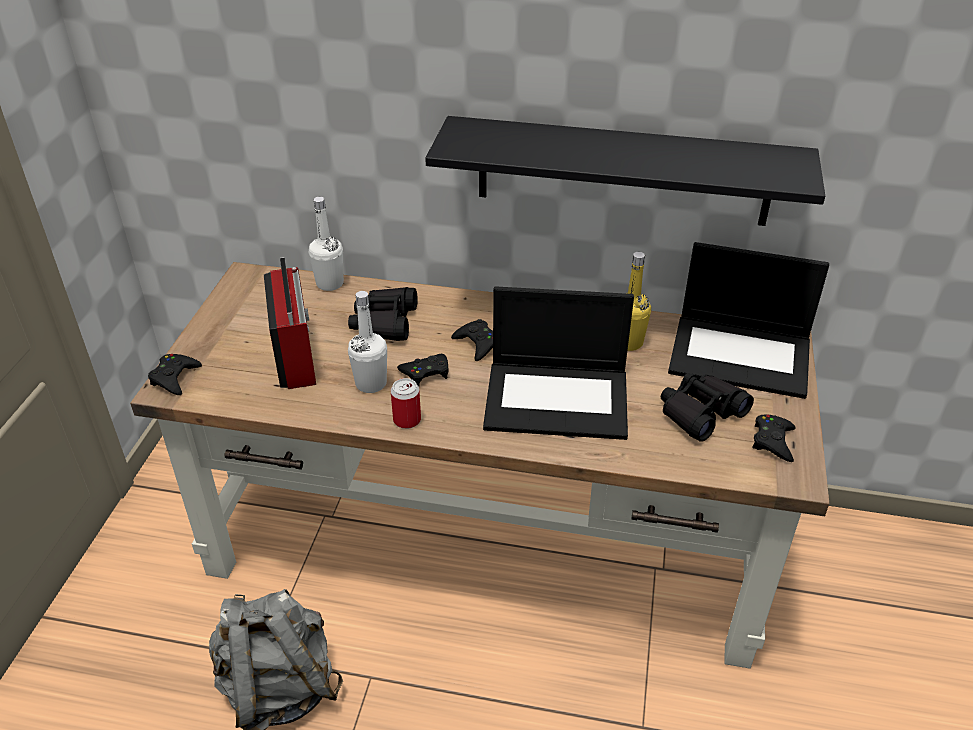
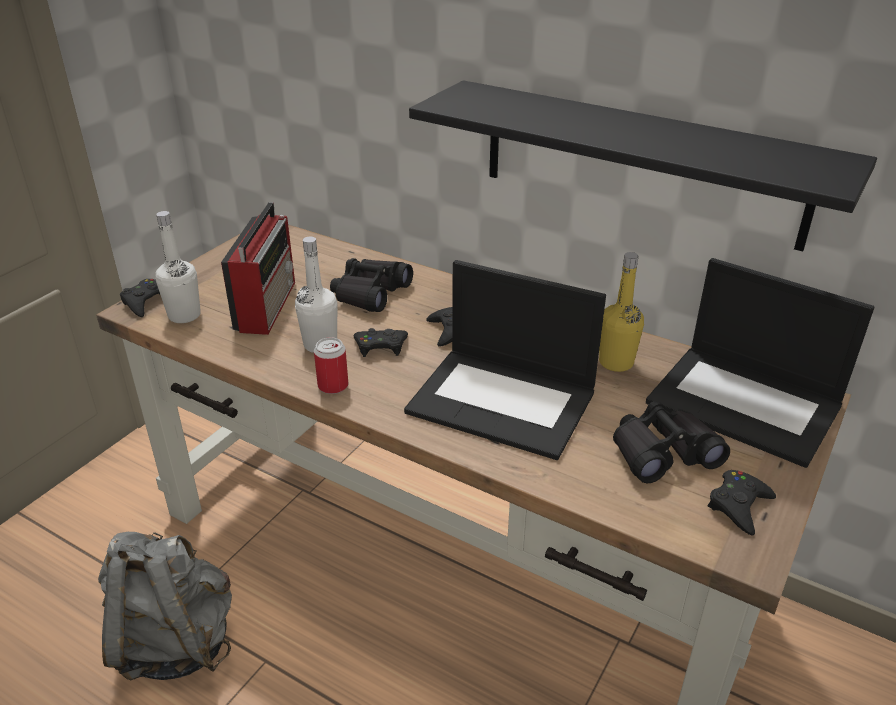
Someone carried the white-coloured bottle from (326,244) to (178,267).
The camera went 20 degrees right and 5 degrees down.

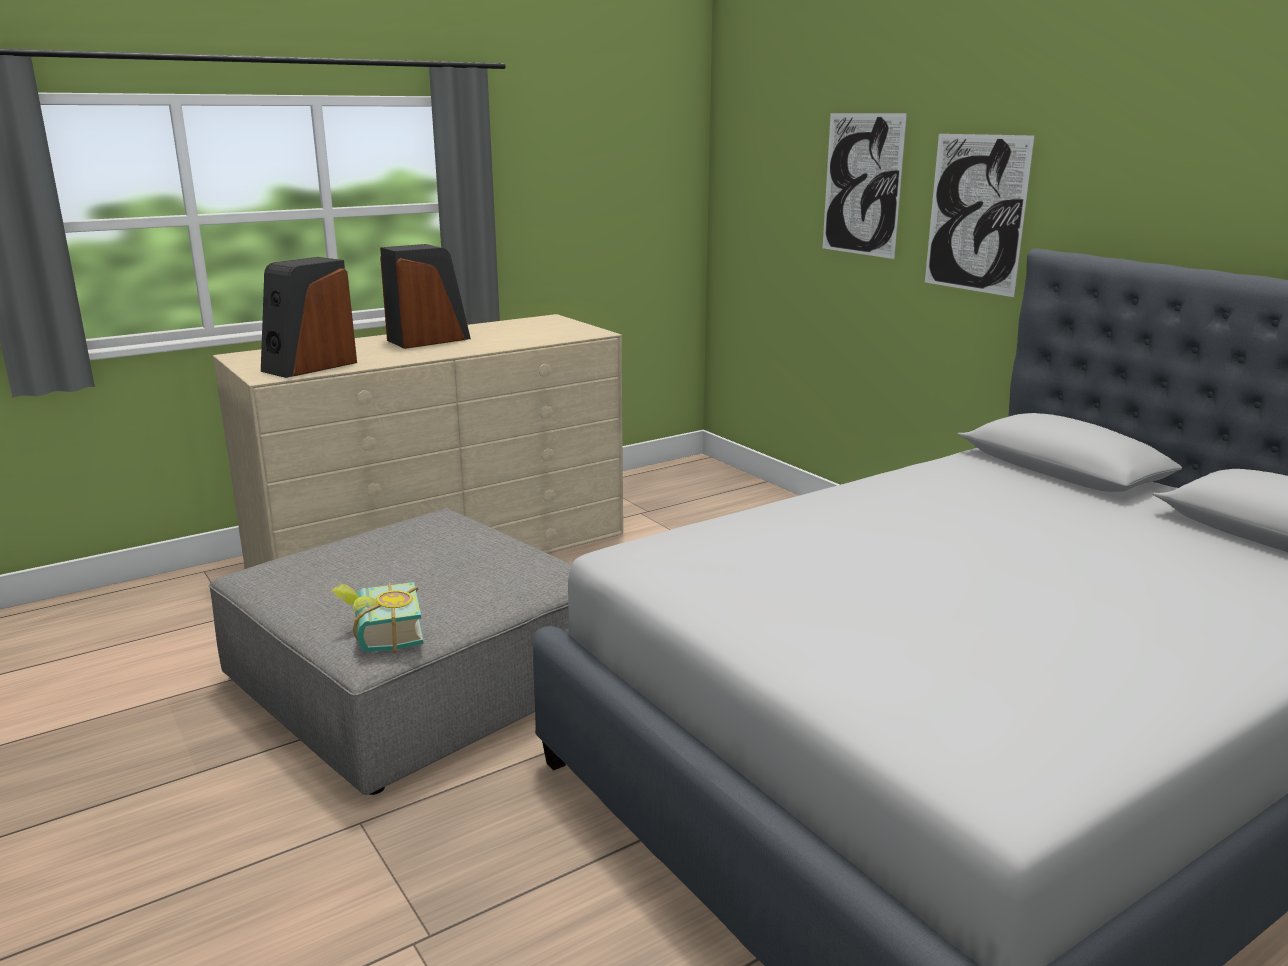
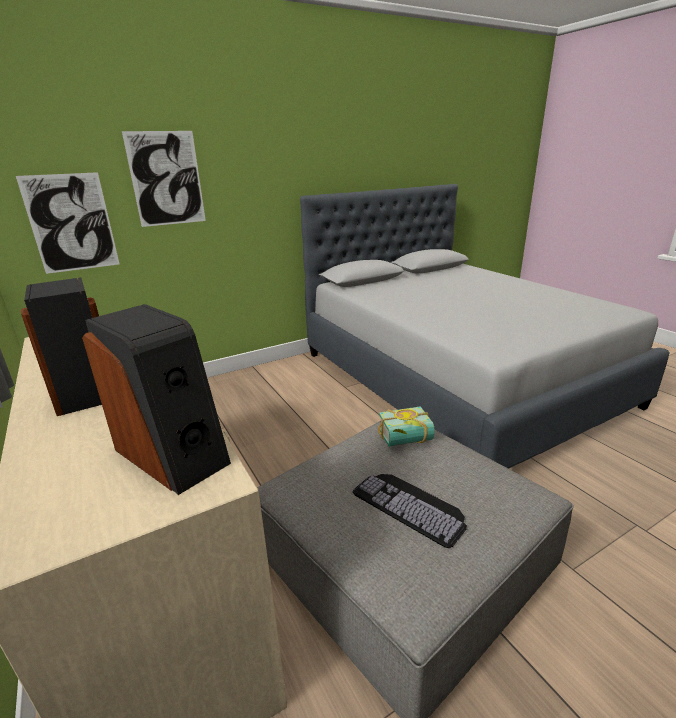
Someone carried the book from (377,617) to (406,426).
Someone carried the picture from (980,215) to (67,223).
Someone put down the PC keyboard at (409,511).
The camera went 85 degrees left and 5 degrees up.

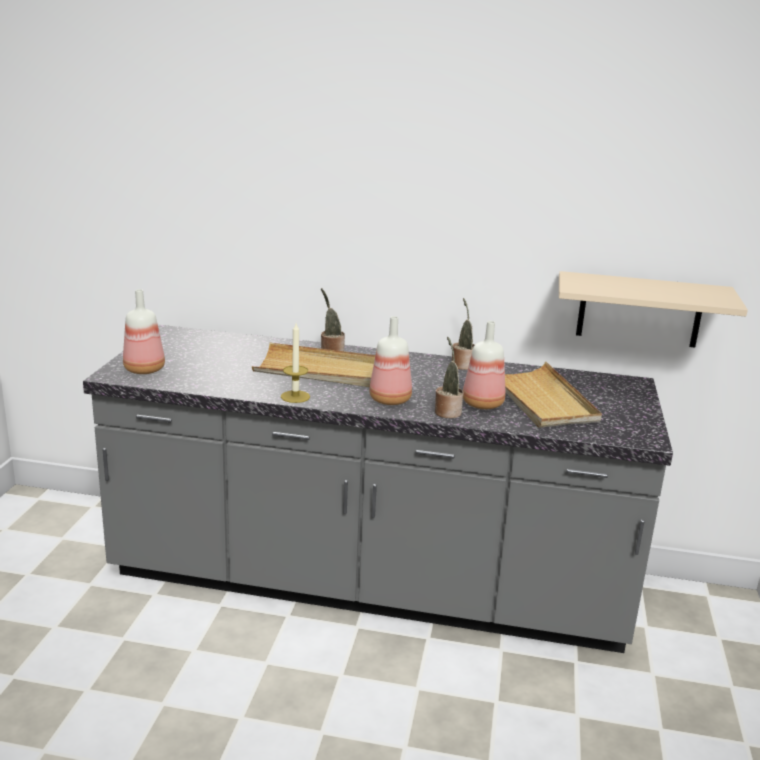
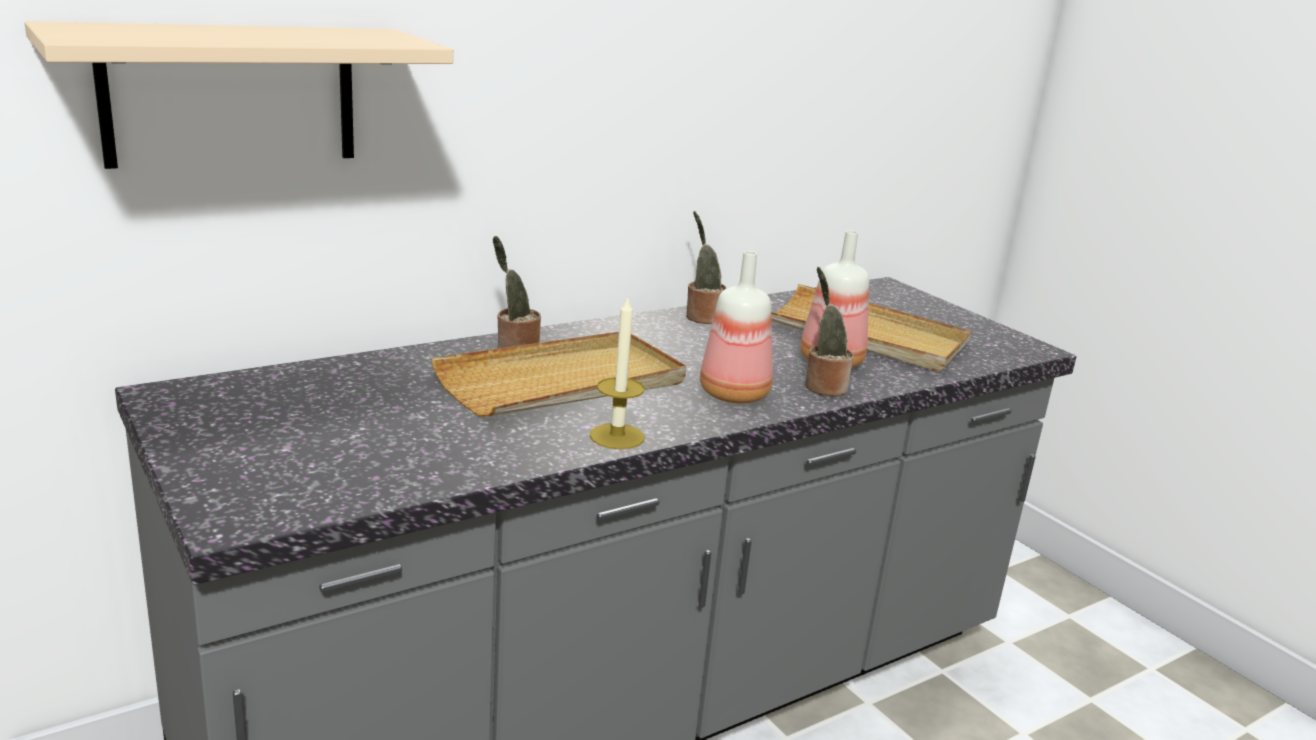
Someone took away the bottle at (144,331).
Someone carried the beige shelf from (653,309) to (239,95).
The camera went 45 degrees left and 0 degrees up.

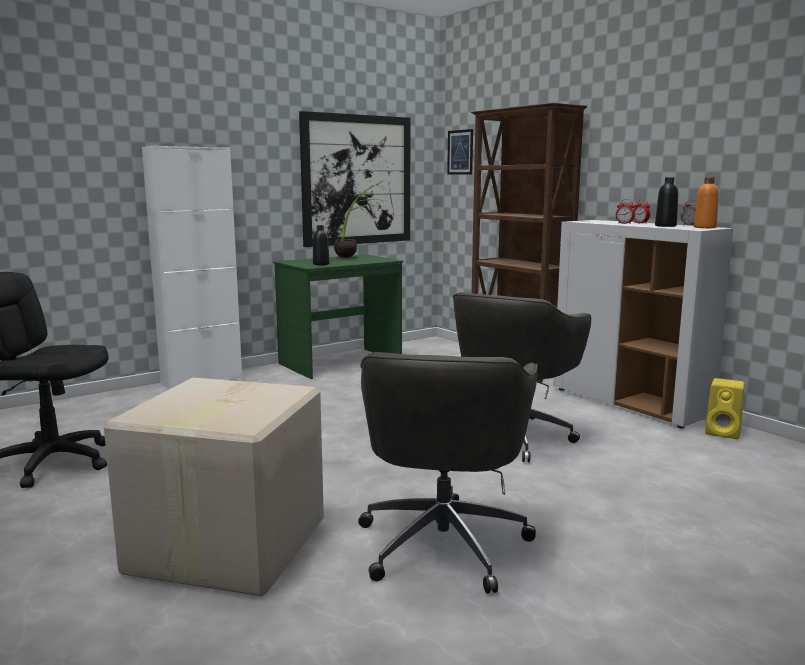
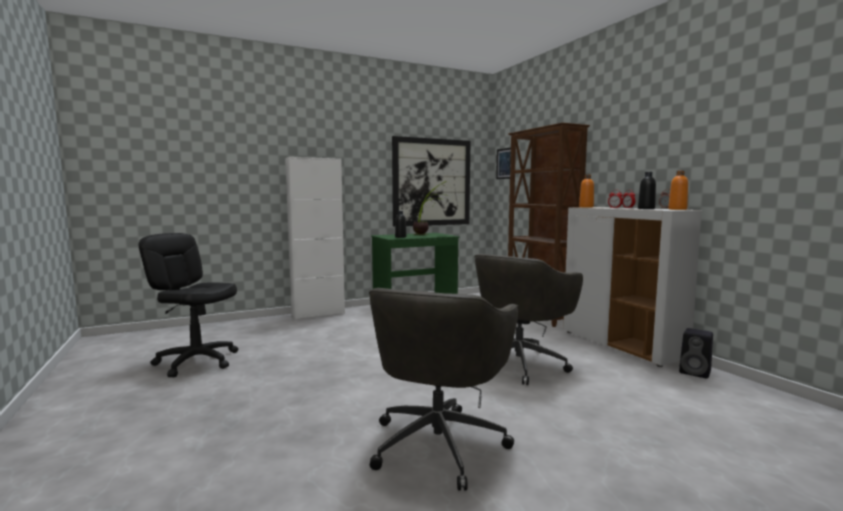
Someone took away the cardboard box at (214,486).
Someone repainted the yellowish loudspeaker at (725,408), which became the blackish loudspeaker at (696,353).
Someone put down the orangey bottle at (586,191).
The camera went 10 degrees right and 5 degrees down.

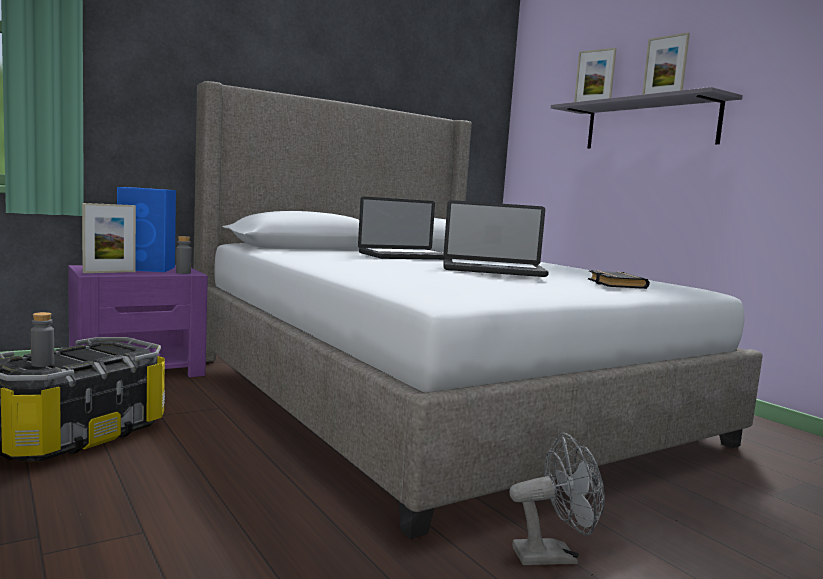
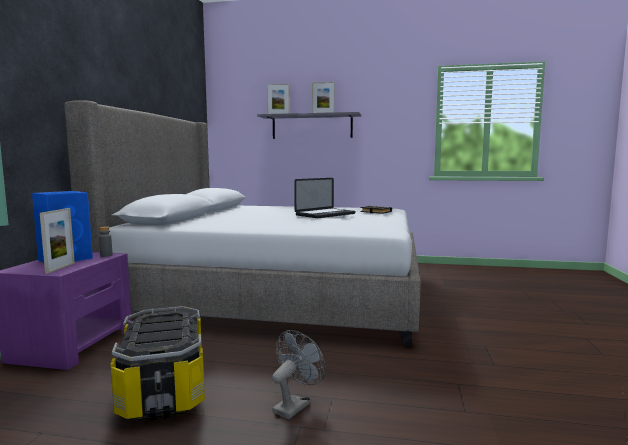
Someone took away the greyish bottle at (42,339).
Someone took away the laptop at (402,228).
Someone carried the greyish electric fan from (557,498) to (298,374).
The camera went 45 degrees left and 0 degrees up.

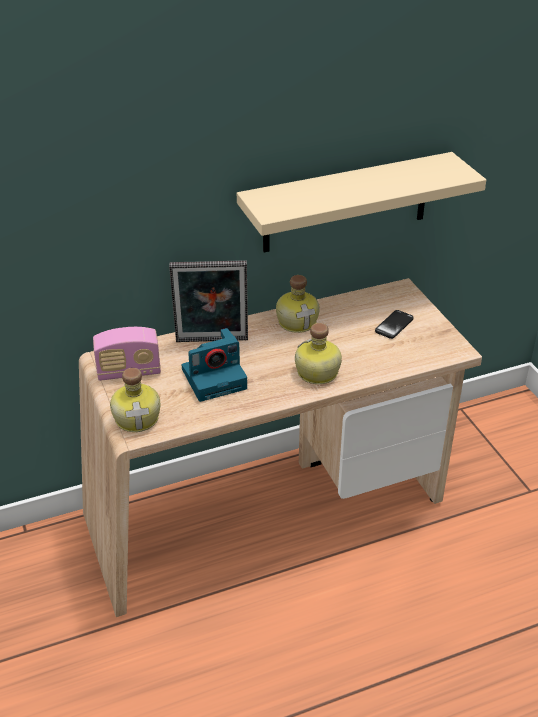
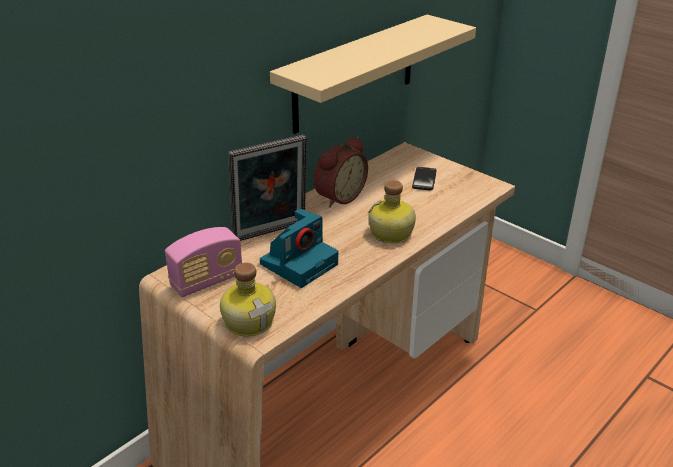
Someone swapped the bottle at (298,304) for the table clock at (341,172).
The camera went 25 degrees left and 5 degrees down.

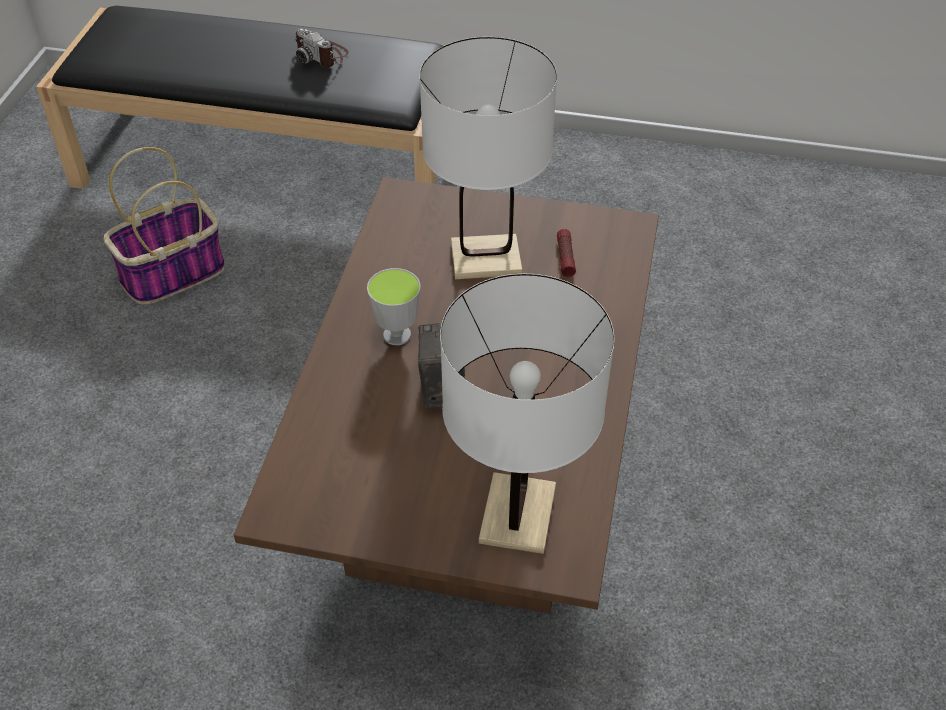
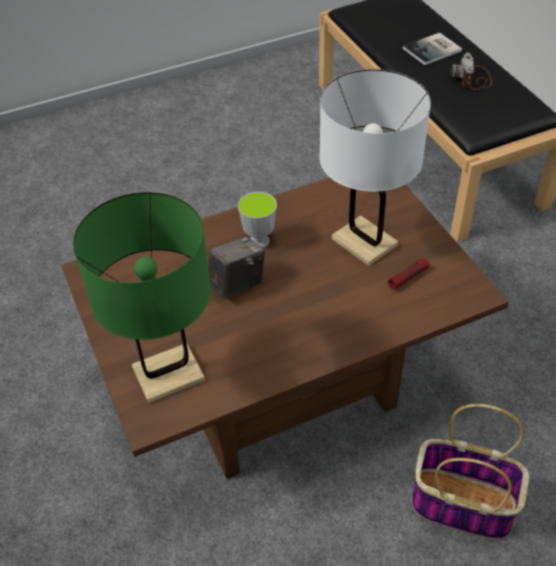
Someone carried the storage basket from (164,226) to (470,472).
Someone repainted the white-coloured table lamp at (527,414), which became the green-coloured table lamp at (142,297).
Someone put down the book at (432,49).
The camera went 55 degrees right and 0 degrees up.

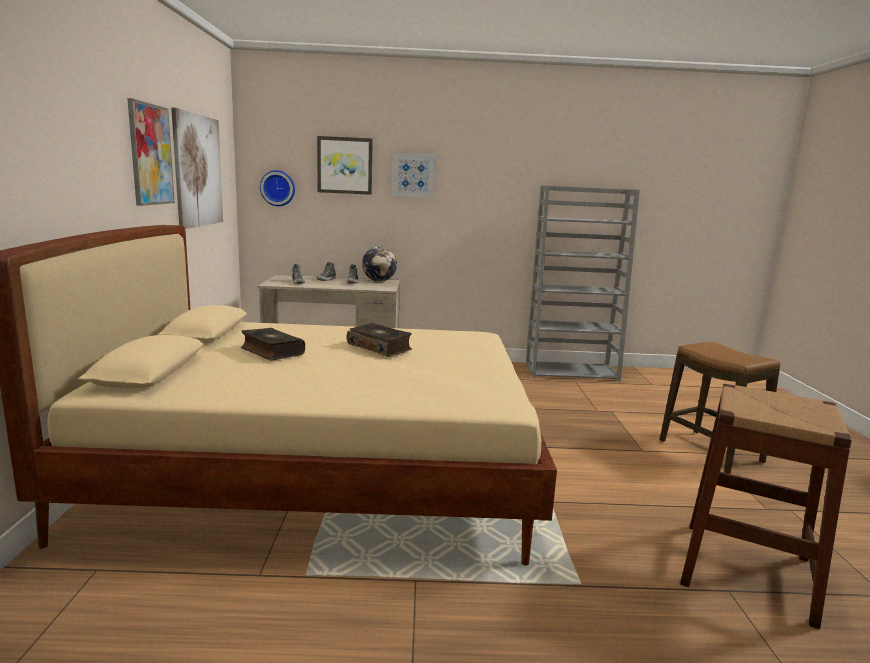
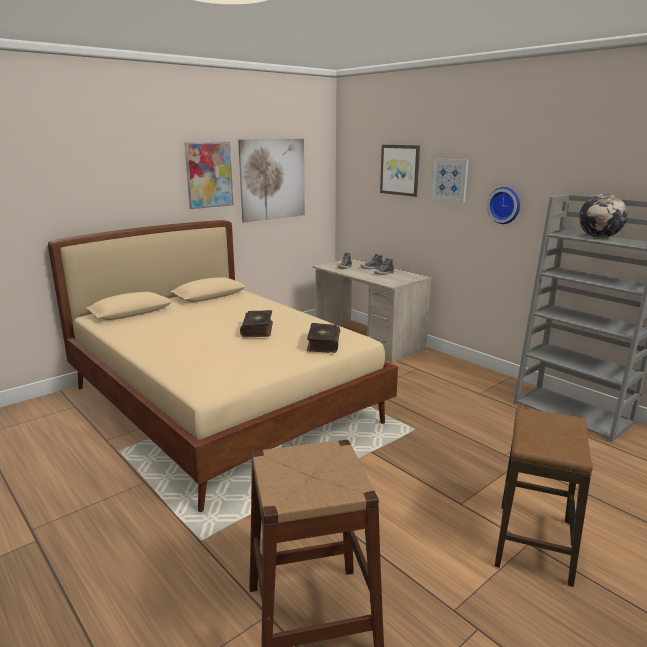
Someone carried the book from (273,344) to (323,338).
Someone carried the hanging clock from (277,188) to (503,205).
Someone carried the desk globe from (379,264) to (603,216).
The camera went 50 degrees right and 5 degrees up.

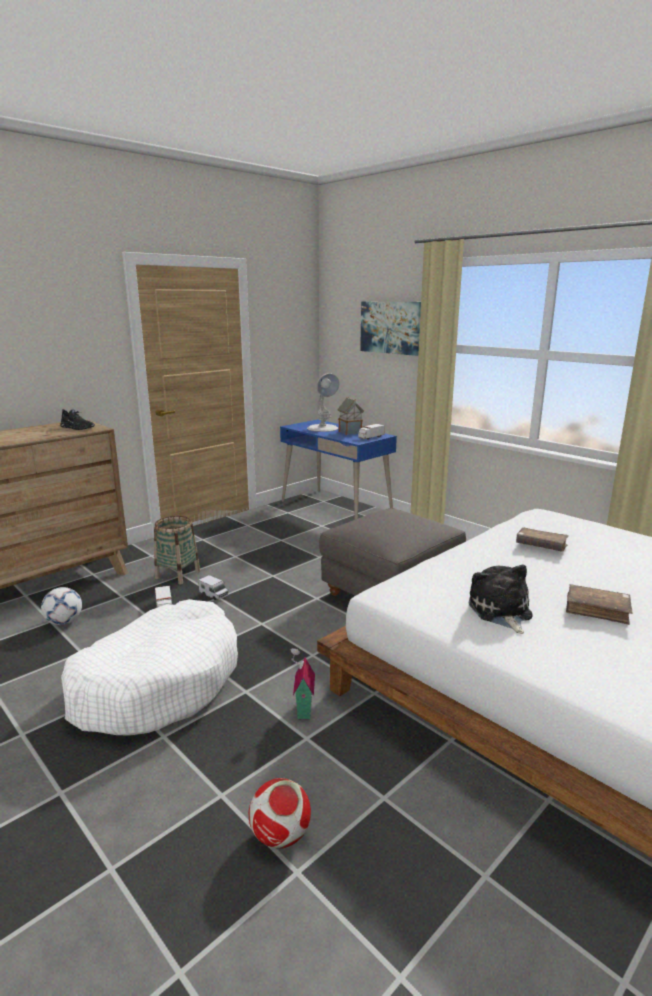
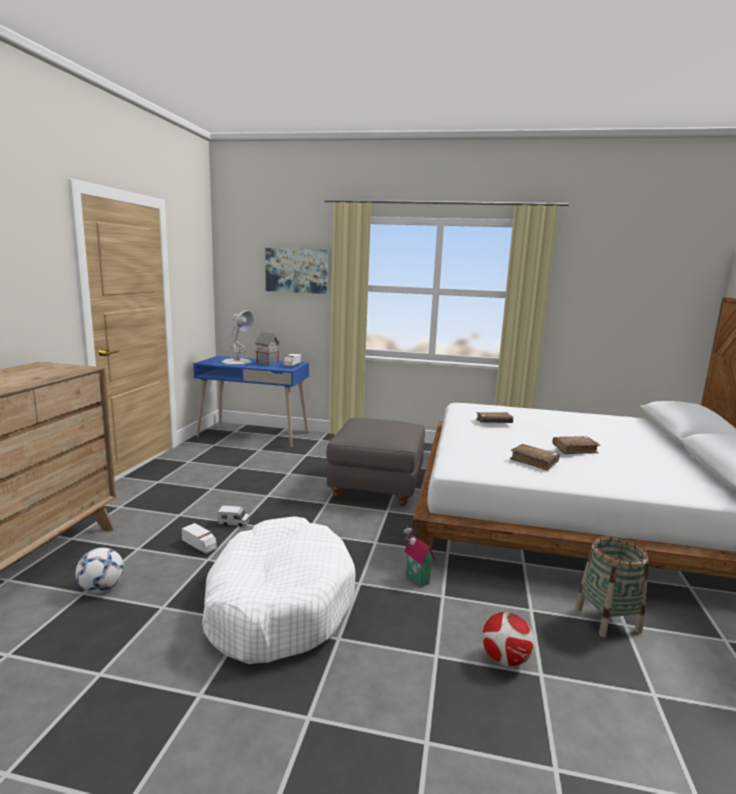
Someone took away the blackish item of footwear at (77,419).
Someone carried the storage basket from (177,550) to (612,586).
Someone swapped the plush toy at (501,599) for the brownish book at (535,457).
The camera went 35 degrees left and 5 degrees down.

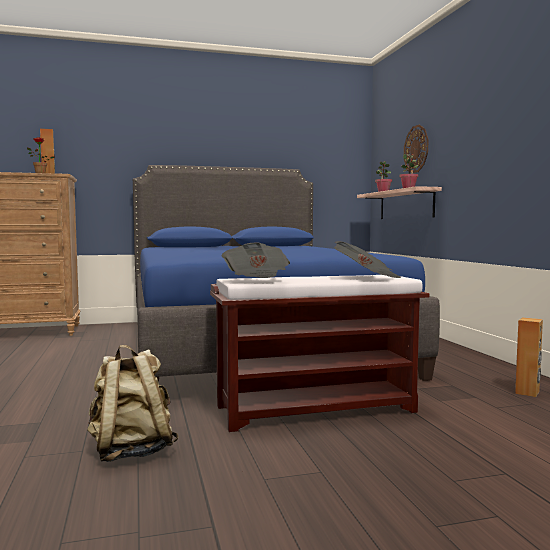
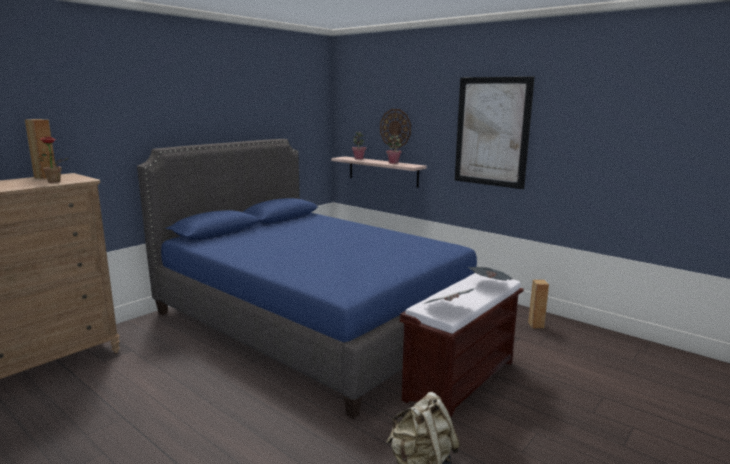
Someone put up the picture at (495,132).
The camera went 35 degrees left and 10 degrees up.

